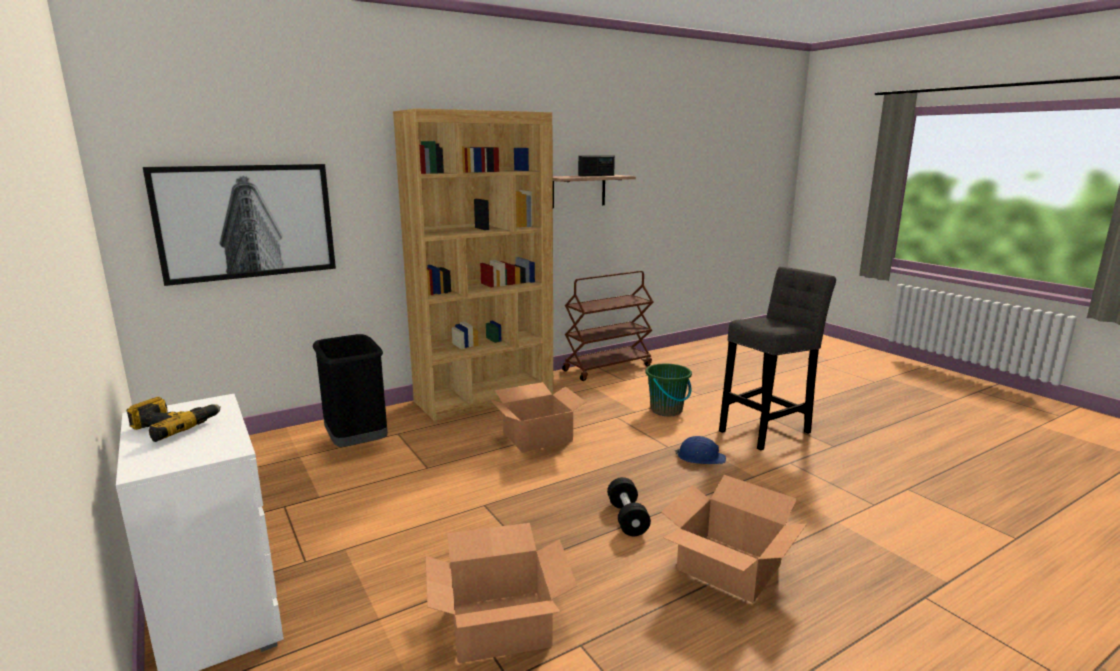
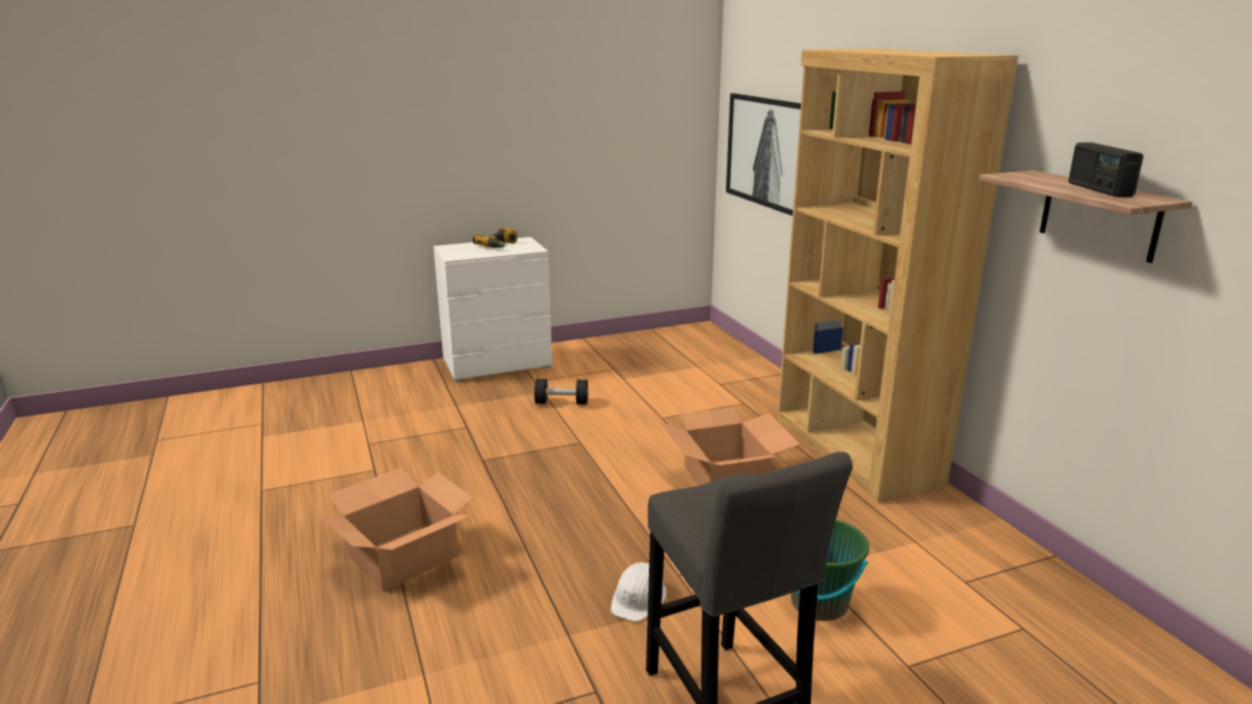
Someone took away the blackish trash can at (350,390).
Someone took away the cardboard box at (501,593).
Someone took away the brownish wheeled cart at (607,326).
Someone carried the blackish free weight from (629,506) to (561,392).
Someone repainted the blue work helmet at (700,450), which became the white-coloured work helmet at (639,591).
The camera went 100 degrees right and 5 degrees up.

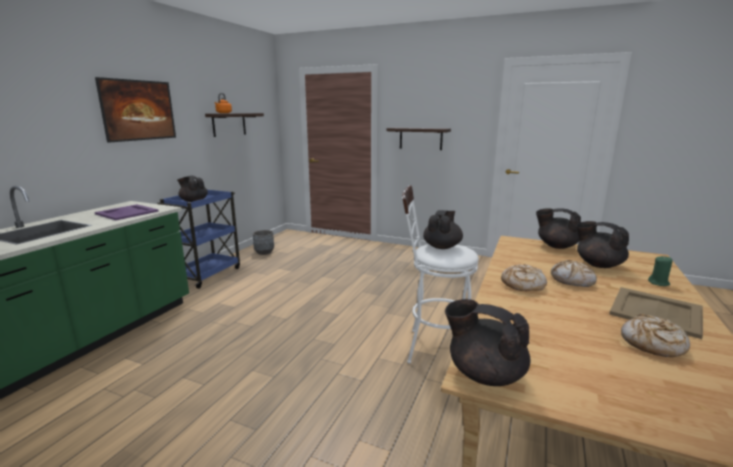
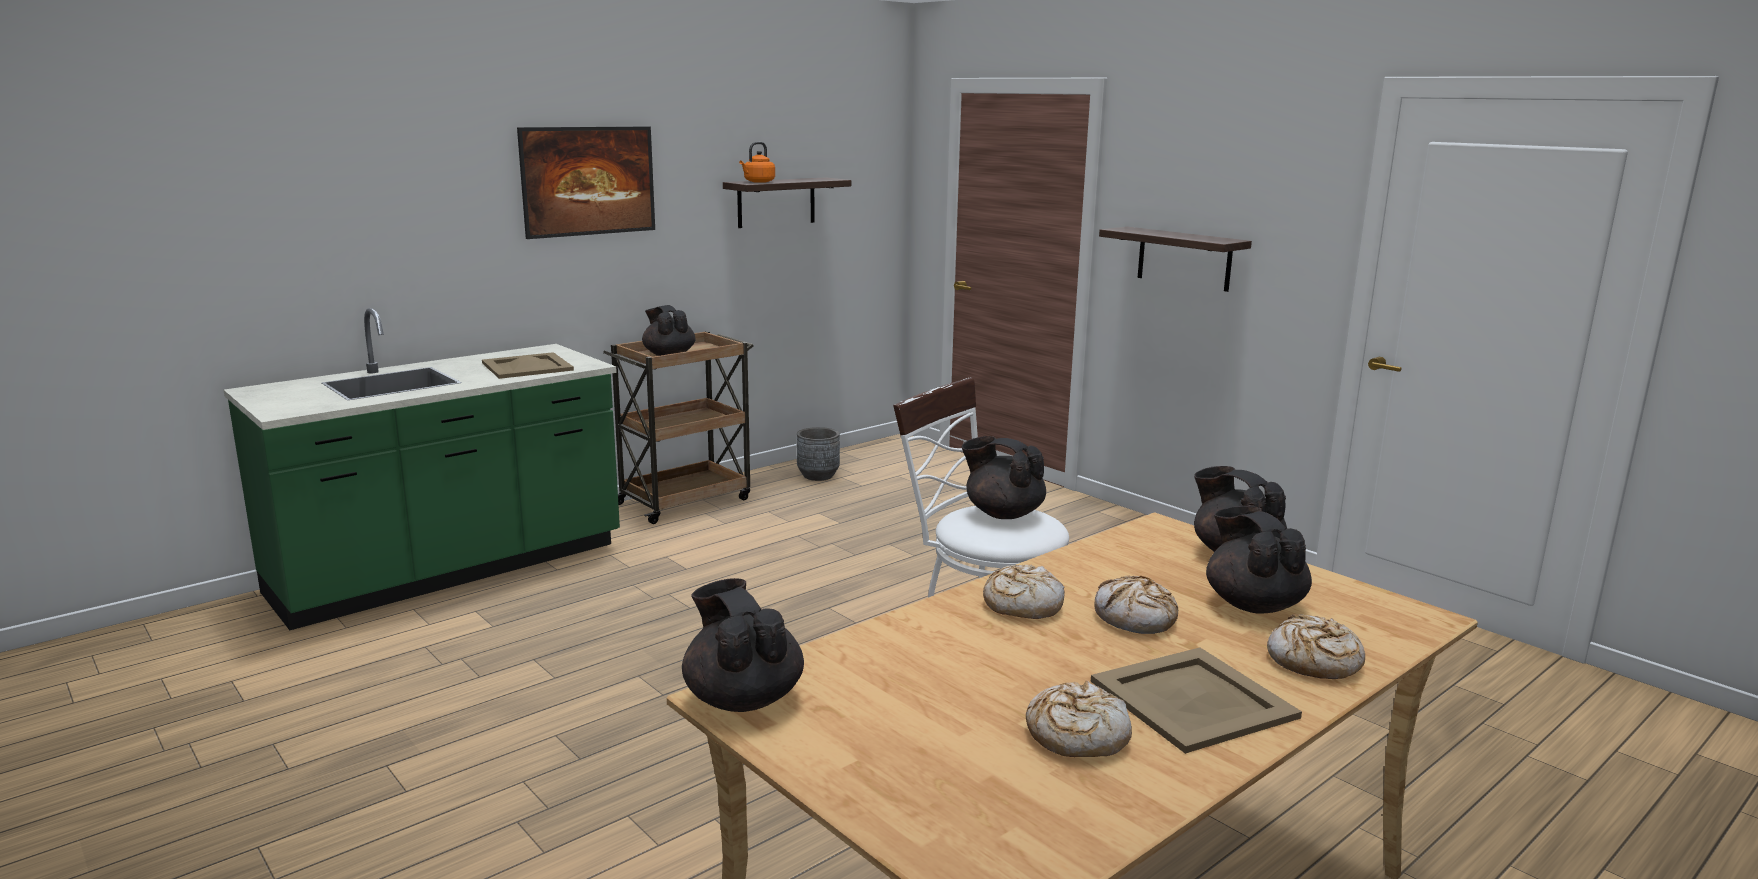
Someone repainted the purplish tray at (127,212), which became the beige tray at (528,365).
Someone repainted the blue wheeled cart at (198,239), which became the brownish wheeled cart at (678,427).
Someone rotated the blackish teapot at (443,229) by 105 degrees counterclockwise.
Someone swapped the green-coloured candle at (660,271) for the baked bread at (1316,646).
The camera went 25 degrees right and 0 degrees up.

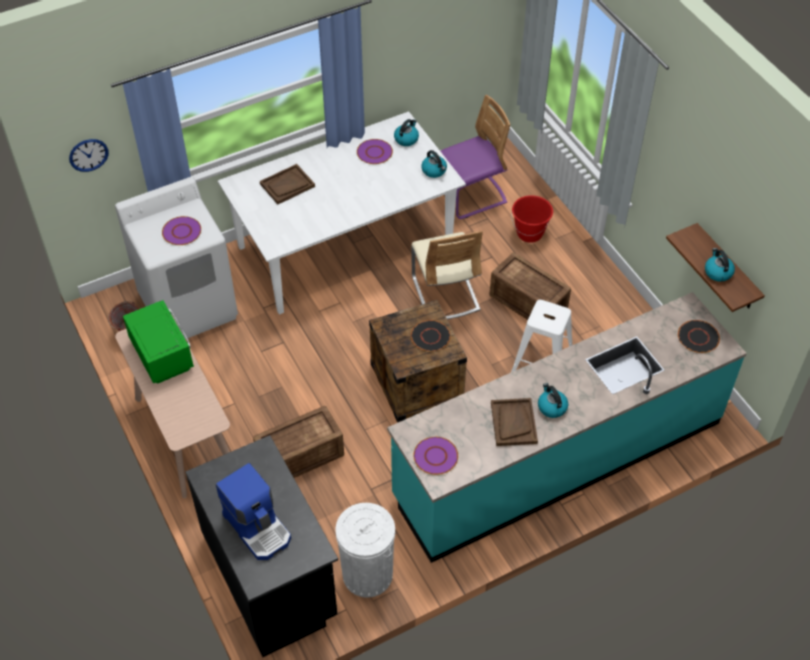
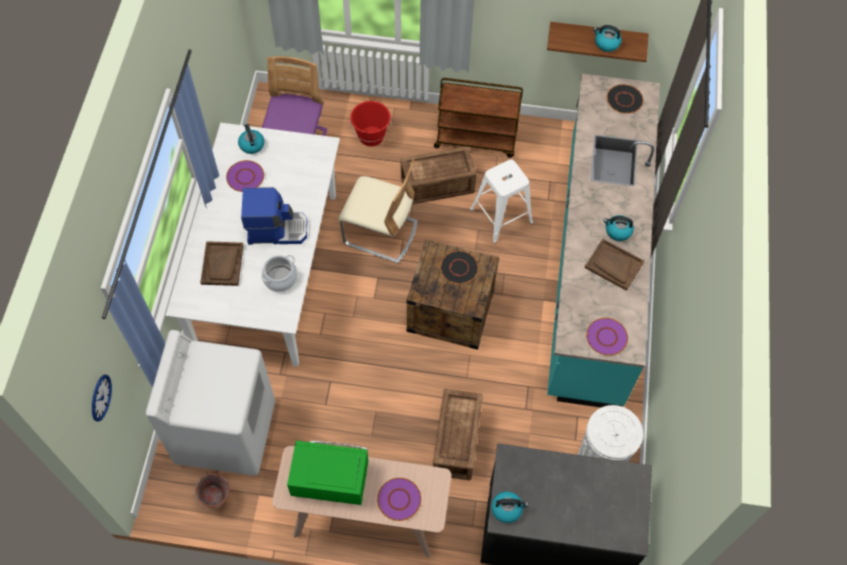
Someone carried the purplish dinner plate from (181,230) to (399,499).
Someone carried the coffee maker from (253,511) to (274,216).
Someone carried the kettle from (434,164) to (510,507).
Someone put down the saucepot at (279,273).
Someone put down the brownish wheeled cart at (478,118).
The camera went 55 degrees left and 10 degrees up.

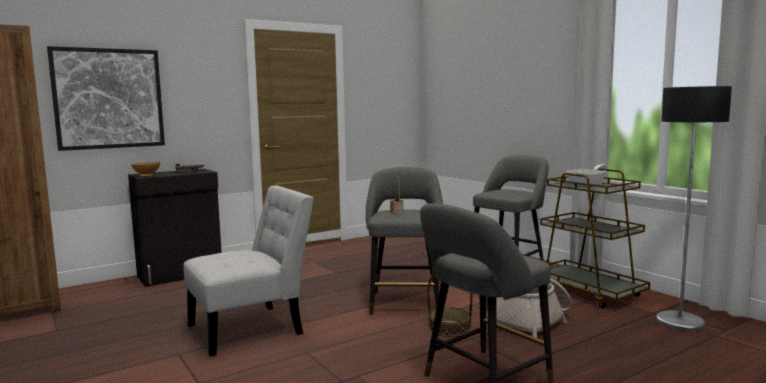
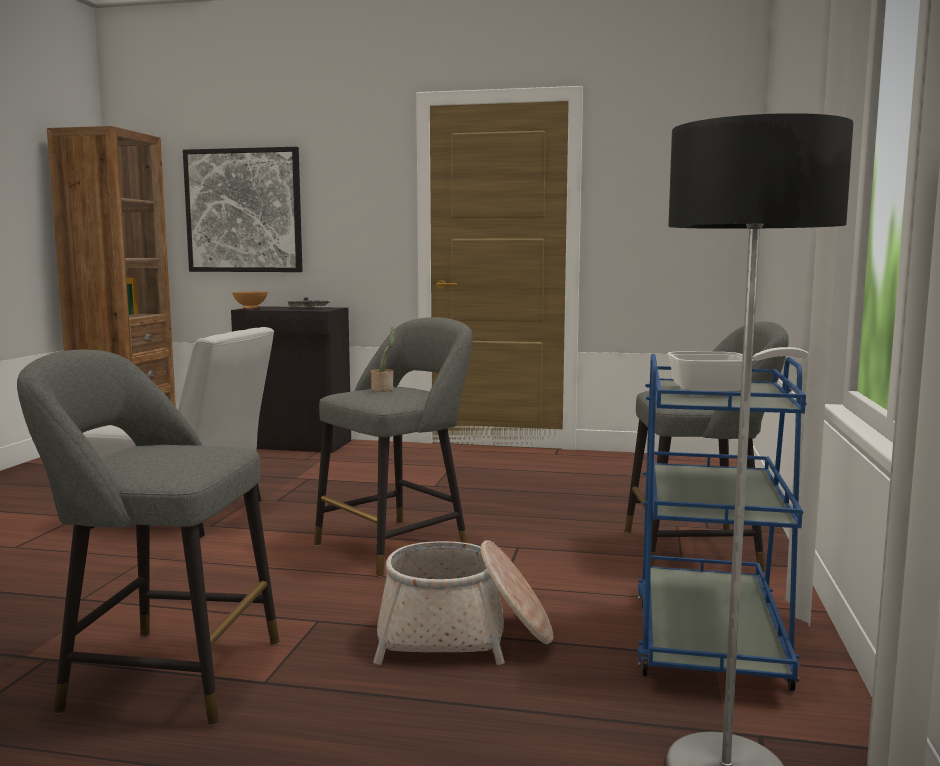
Someone took away the storage basket at (450,305).
Someone repainted the brownish wheeled cart at (595,238), which became the blue wheeled cart at (722,522).
The camera went 45 degrees right and 0 degrees up.

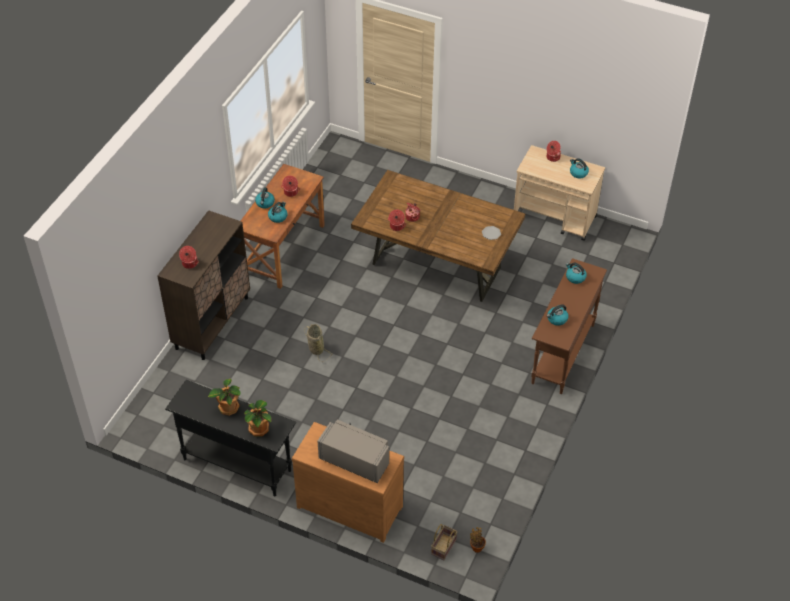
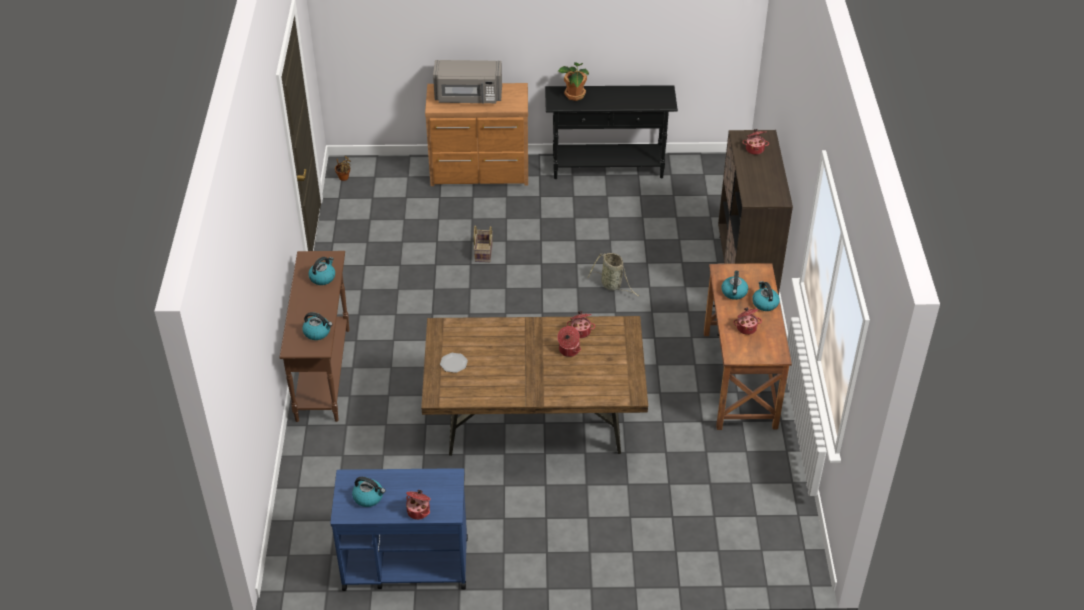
Someone took away the potted plant at (224,397).
Someone carried the storage basket from (444,542) to (483,244).
Someone repainted the beige wheeled cart at (559,193), which became the blue wheeled cart at (399,529).
The camera went 155 degrees right and 5 degrees down.

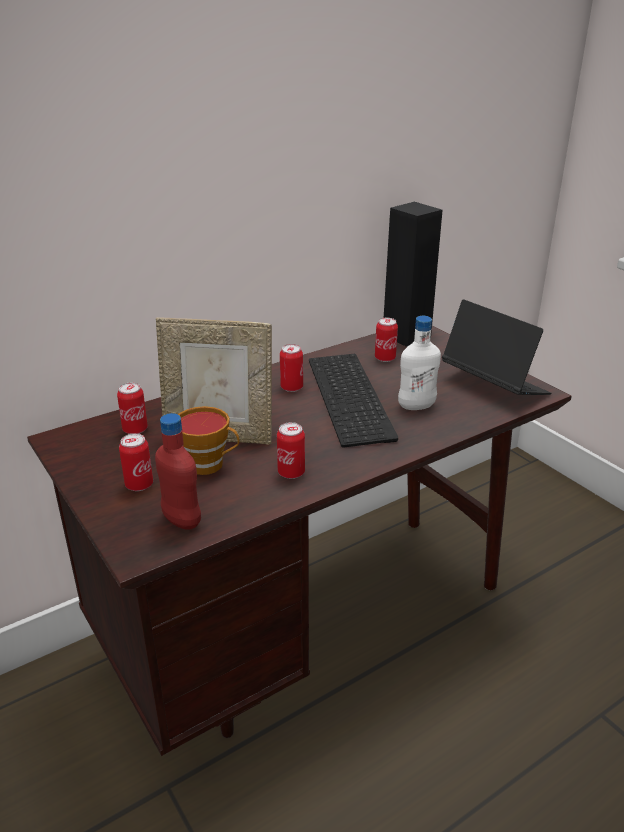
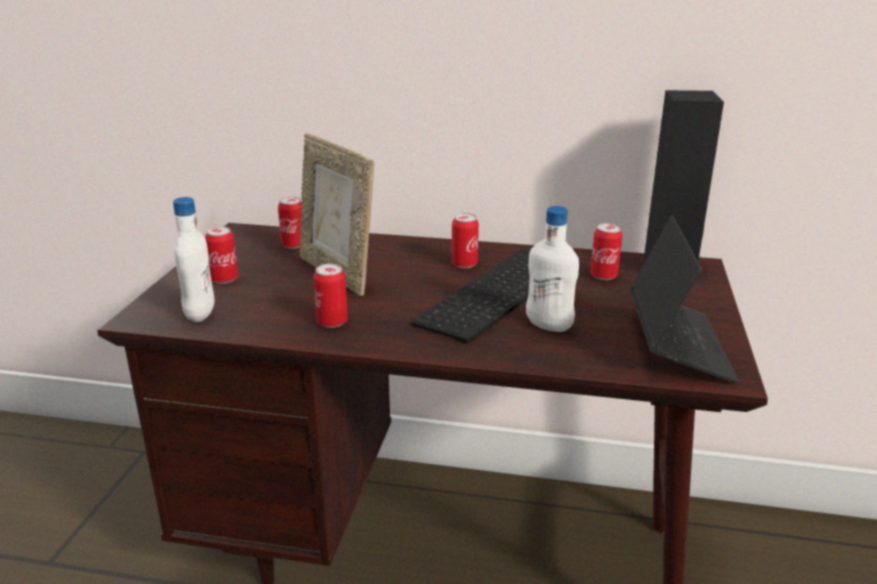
Someone repainted the reddish bottle at (178,471), which became the white-coloured bottle at (194,259).
Someone took away the small cup at (208,440).
The camera went 45 degrees right and 5 degrees down.

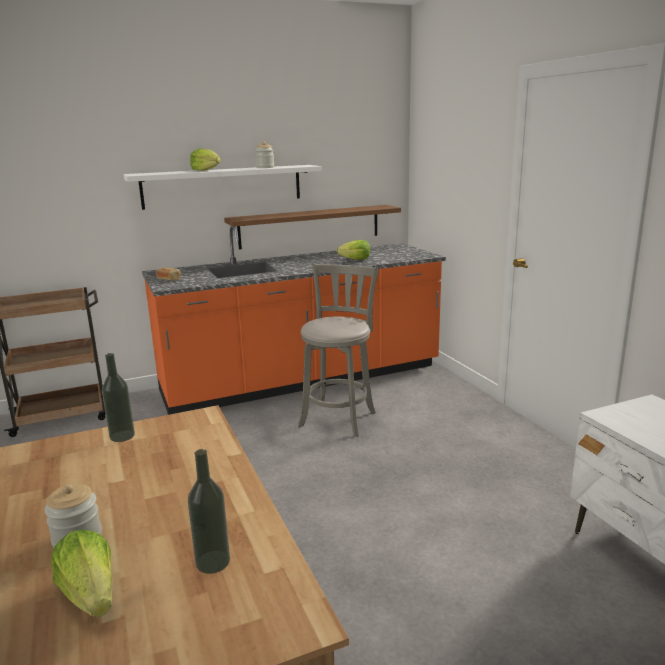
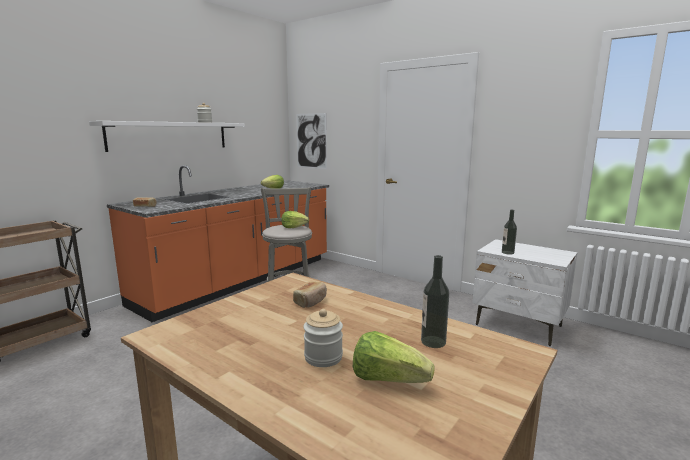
Someone carried the bottle from (118,397) to (509,232).
Someone carried the lettuce from (205,160) to (295,219).
Someone took away the brownish shelf at (312,227).
Someone put down the baked bread at (310,295).
Someone put up the picture at (311,141).
The camera went 30 degrees left and 5 degrees down.

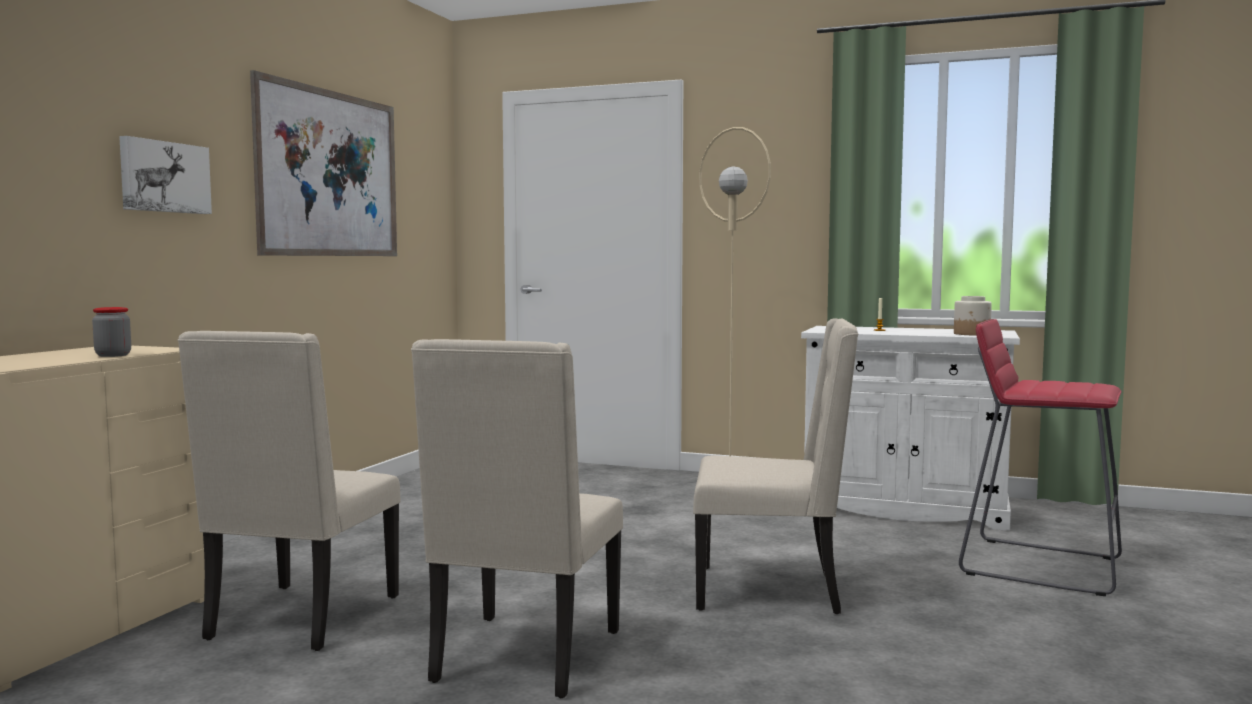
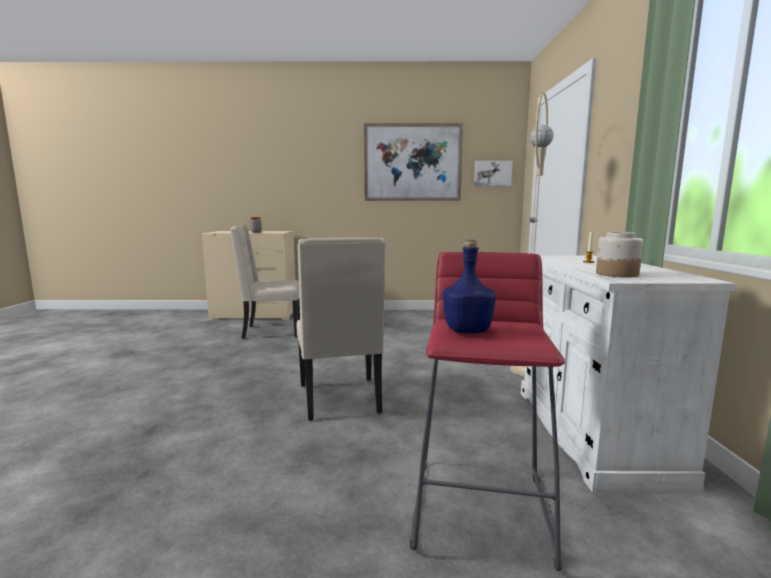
Someone carried the picture from (165,175) to (493,173).
Someone took away the beige plain chair at (517,518).
Someone put down the blue bottle at (469,287).
The camera went 70 degrees right and 5 degrees up.

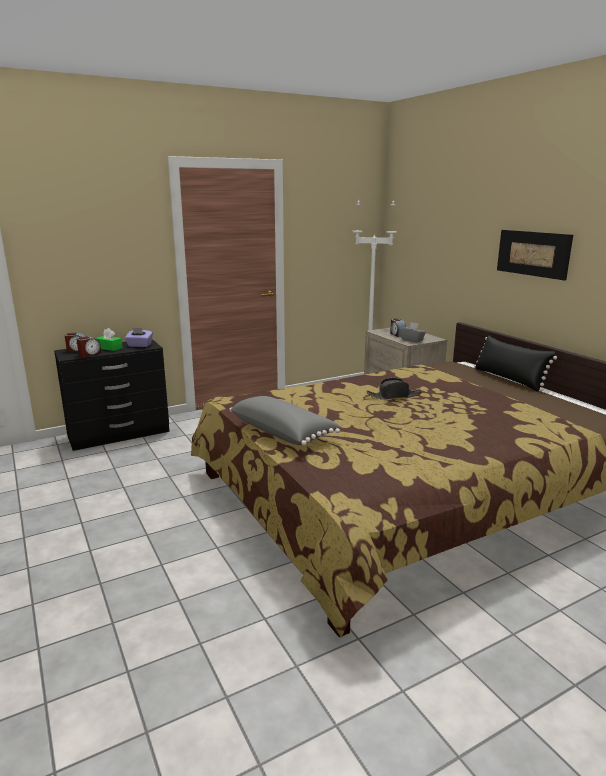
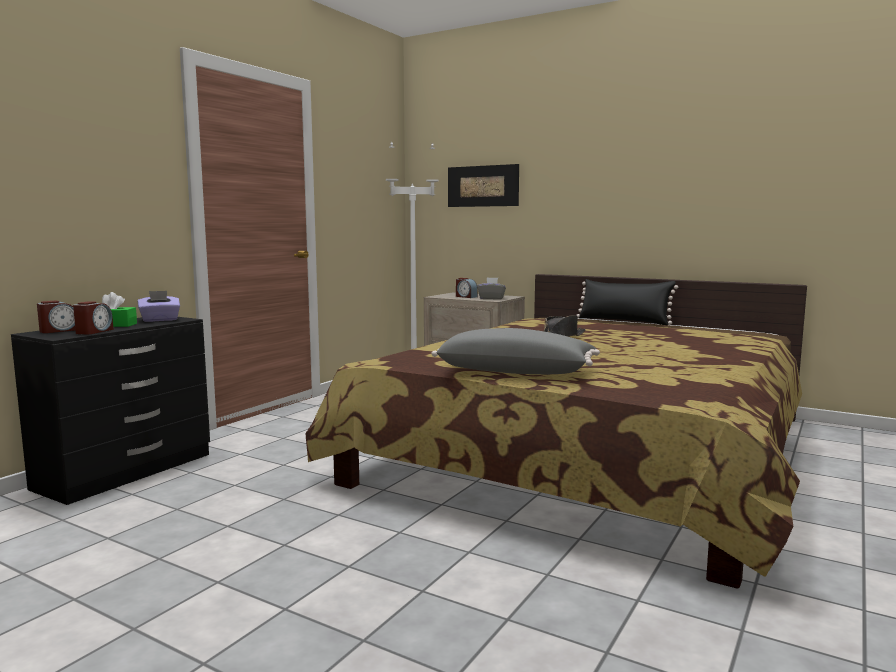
Someone carried the picture from (535,255) to (483,185).
The camera went 30 degrees left and 10 degrees down.

